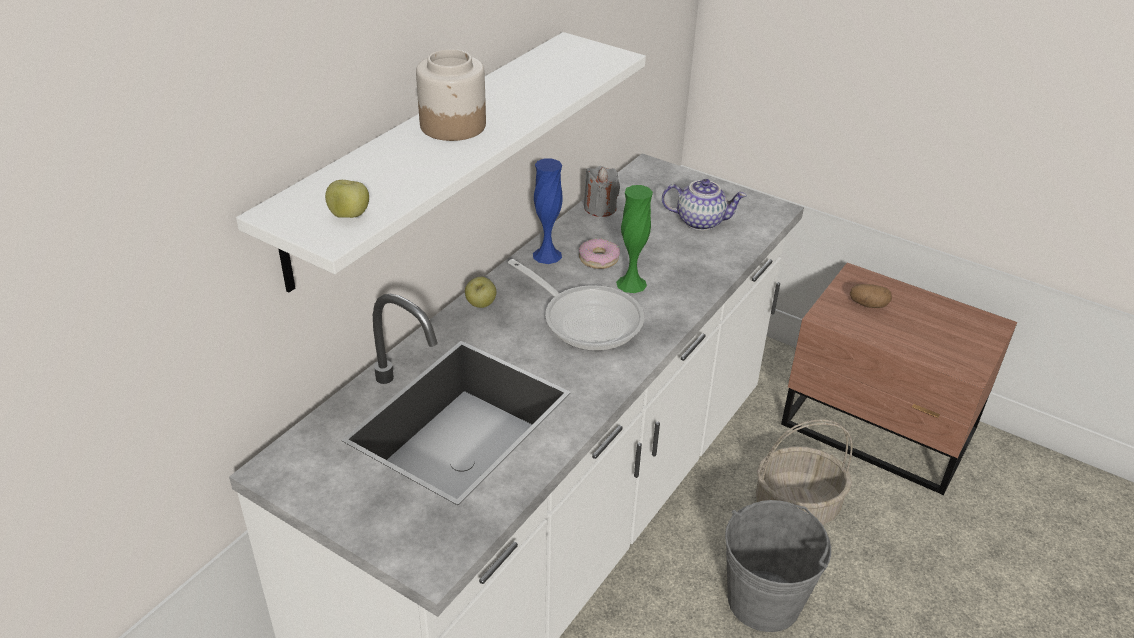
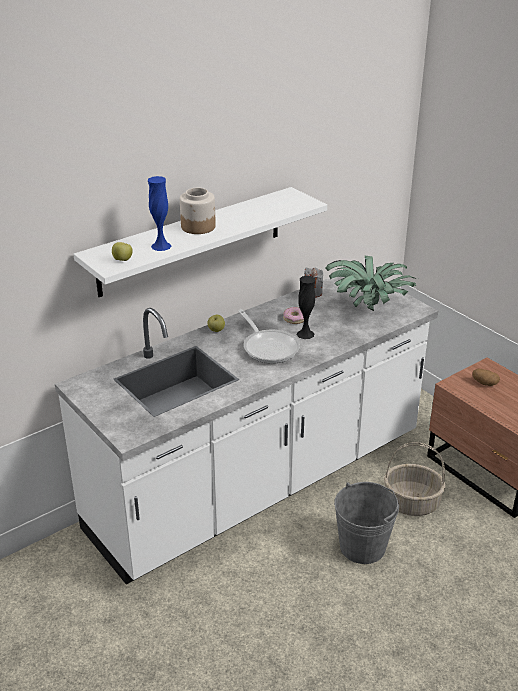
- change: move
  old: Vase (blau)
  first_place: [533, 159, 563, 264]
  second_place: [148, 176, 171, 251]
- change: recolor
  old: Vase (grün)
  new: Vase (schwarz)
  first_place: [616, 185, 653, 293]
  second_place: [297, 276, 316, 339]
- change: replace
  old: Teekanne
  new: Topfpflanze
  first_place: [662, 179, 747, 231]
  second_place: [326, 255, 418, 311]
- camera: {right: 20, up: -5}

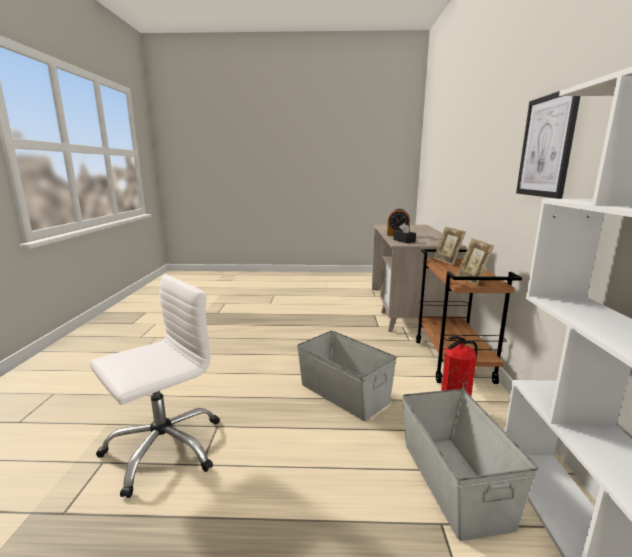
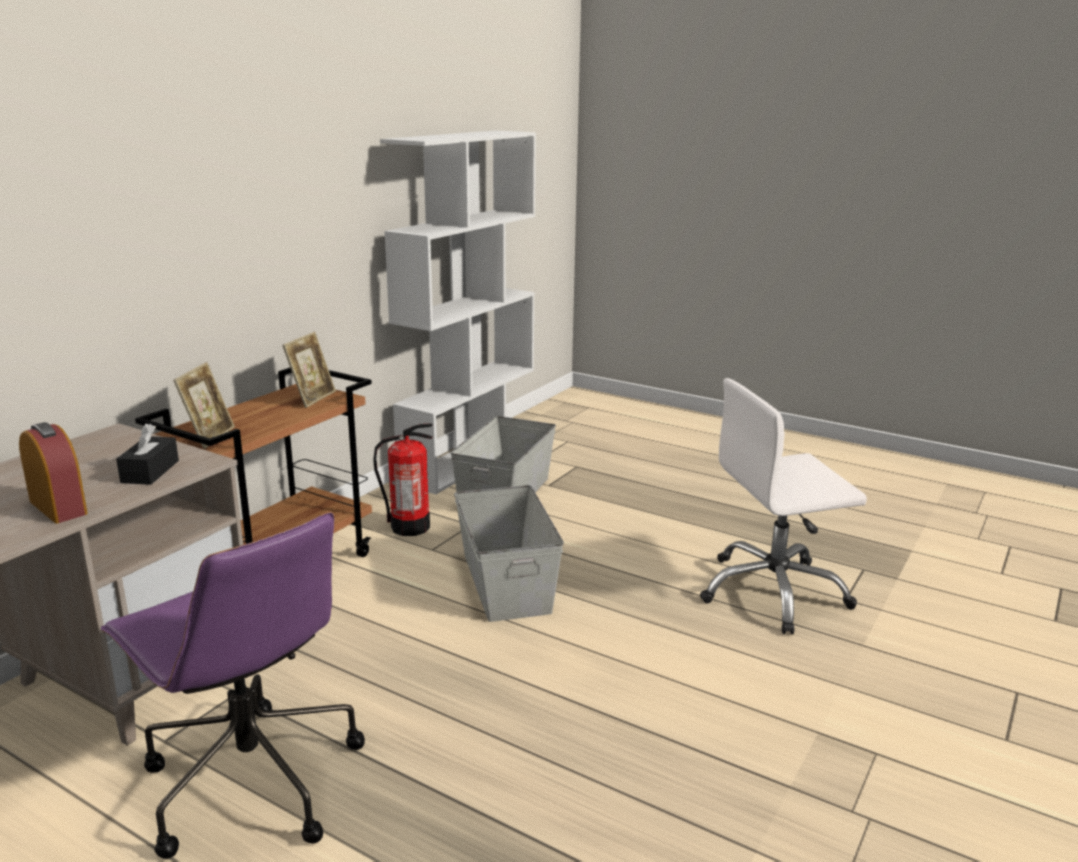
- change: delete
  old: Bild
  first_place: [516, 91, 580, 199]
- change: insert
  new: Bürostuhl (lila)
  second_place: [101, 512, 365, 859]
- camera: {right: -150, up: 5}

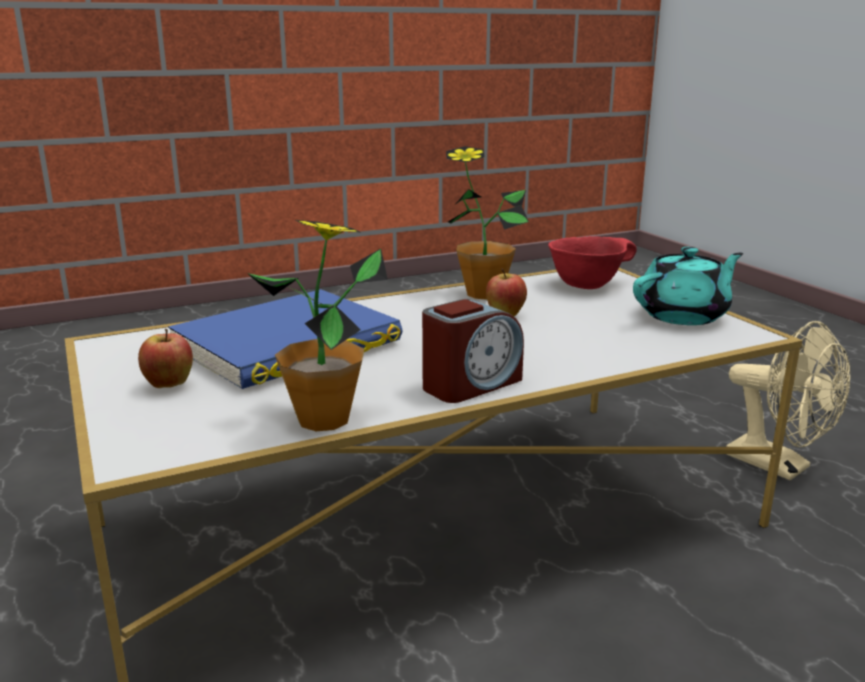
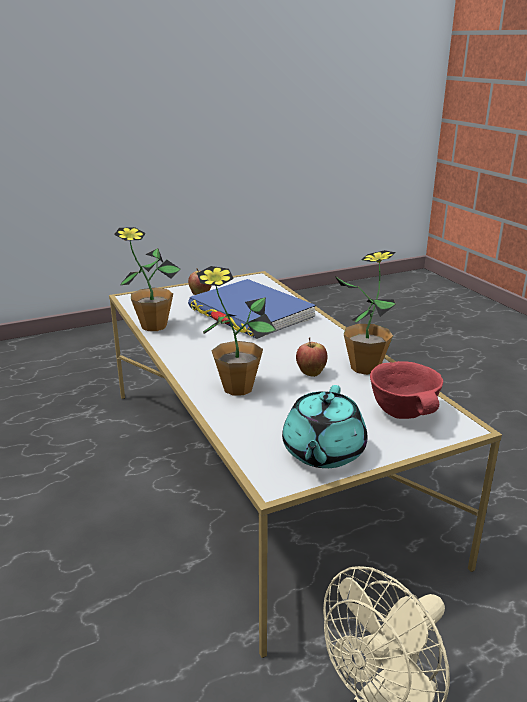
- change: delete
  old: Wecker
  first_place: [422, 299, 524, 403]
- change: rotate
  old: Teekanne (türkis)
  first_place: [633, 247, 743, 325]
  second_place: [282, 385, 367, 468]
  degrees: 45
- change: insert
  new: Topfpflanze
  second_place: [197, 266, 276, 396]
- camera: {right: 90, up: 5}

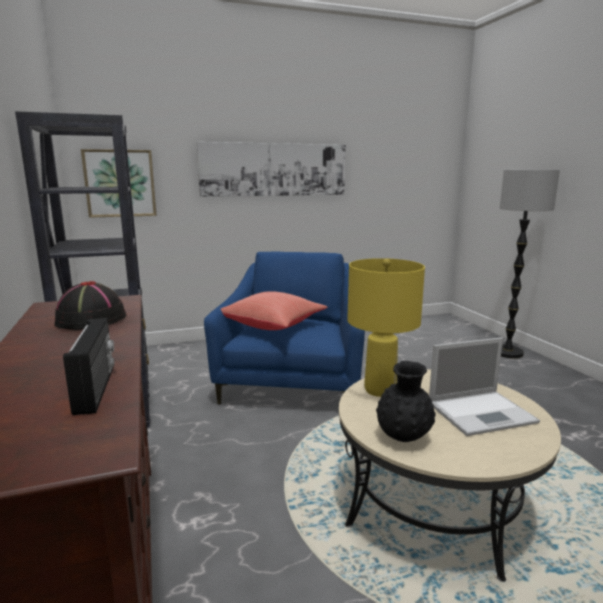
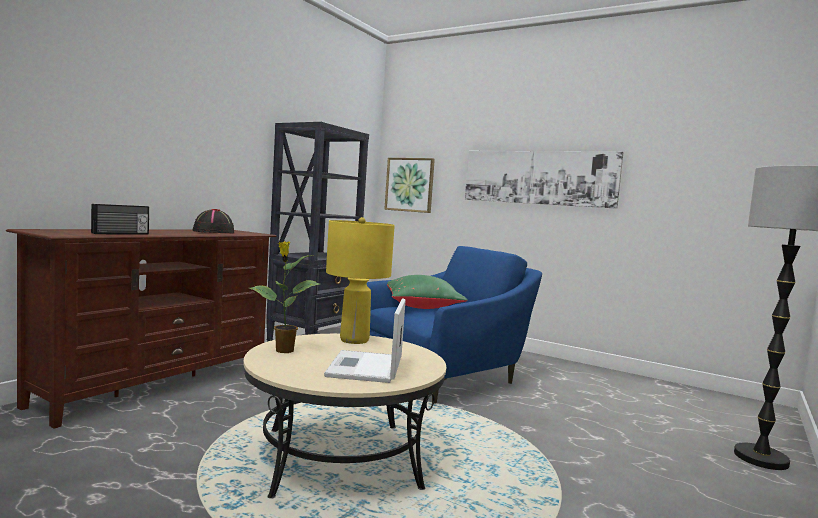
- change: recolor
  old: Kissen (rot)
  new: Kissen (grün)
  first_place: [221, 291, 327, 330]
  second_place: [387, 275, 468, 309]
- change: replace
  old: Vase (schwarz)
  new: Topfpflanze
  first_place: [376, 361, 436, 442]
  second_place: [249, 241, 320, 353]
- change: rotate
  old: Laptop
  first_place: [429, 338, 540, 436]
  second_place: [324, 298, 406, 383]
  degrees: 60
- camera: {right: 50, up: -10}

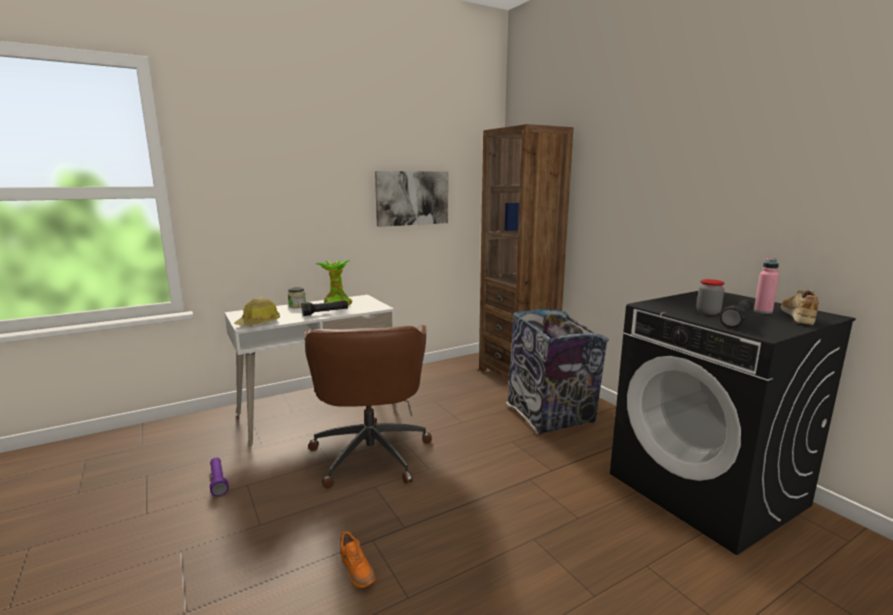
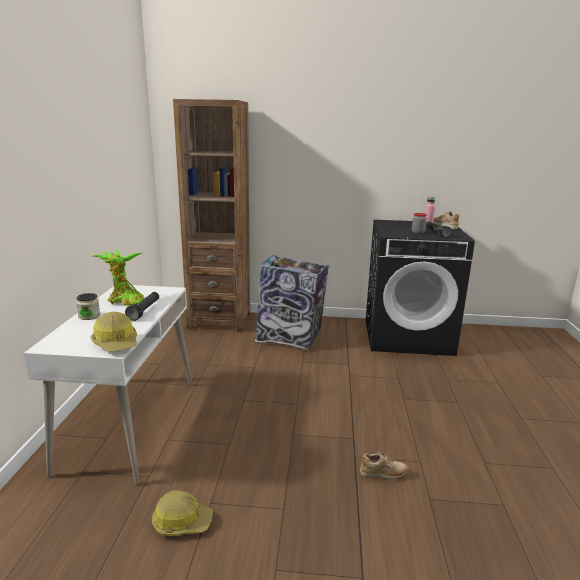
- change: replace
  old: Taschenlampe (lila)
  new: Schutzhelm
  first_place: [210, 458, 229, 497]
  second_place: [152, 490, 213, 536]
- change: delete
  old: Bürostuhl (braun)
  first_place: [304, 325, 432, 488]
- change: recolor
  old: Schuh (orange)
  new: Schuh (beige)
  first_place: [340, 531, 375, 588]
  second_place: [360, 452, 408, 479]
- change: delete
  old: Bild
  first_place: [375, 171, 448, 227]
- camera: {right: -55, up: 5}

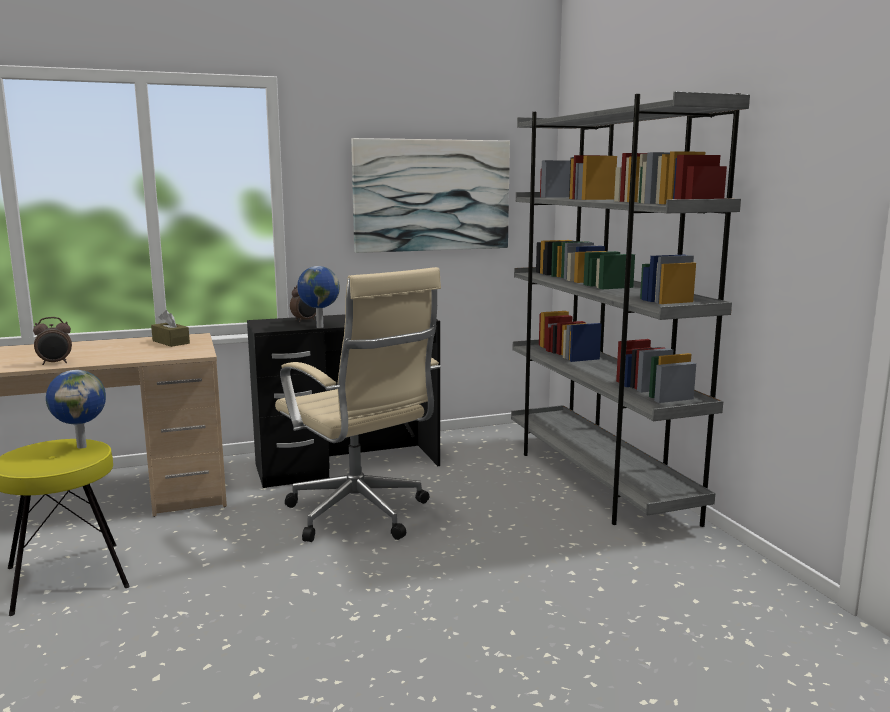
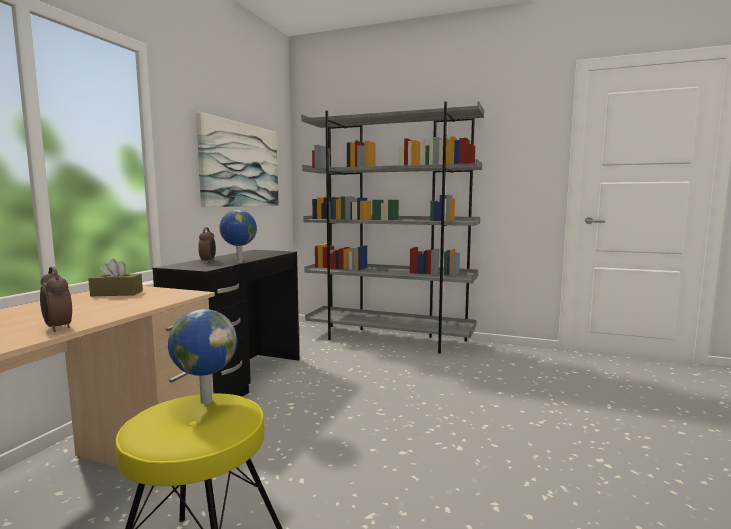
- change: rotate
  old: Wecker
  first_place: [33, 317, 72, 365]
  second_place: [40, 267, 72, 332]
  degrees: 120
- change: delete
  old: Bürostuhl (beige)
  first_place: [275, 267, 441, 542]
- camera: {right: -50, up: -5}

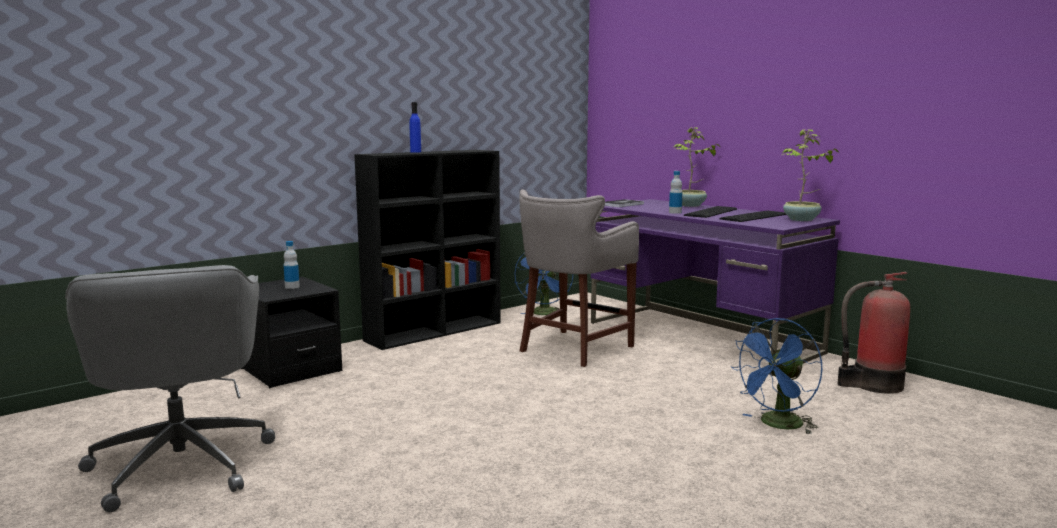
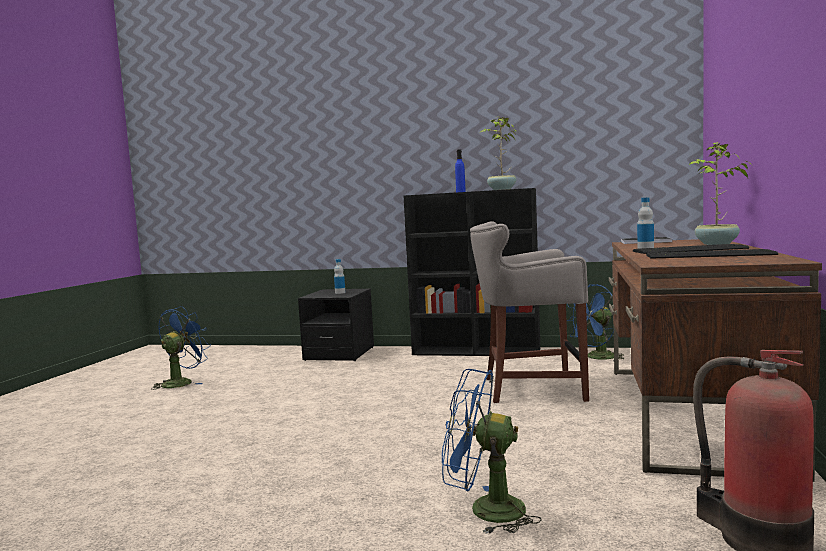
- change: replace
  old: Bürostuhl (grau)
  new: Ventilator (blau)
  first_place: [65, 265, 275, 512]
  second_place: [151, 306, 211, 390]
- change: recolor
  old: Schreibtisch (lila)
  new: Schreibtisch (braun)
  first_place: [591, 199, 840, 376]
  second_place: [609, 239, 822, 482]
- change: move
  old: Topfpflanze
  first_place: [782, 129, 839, 221]
  second_place: [481, 116, 516, 190]
- camera: {right: 55, up: -5}

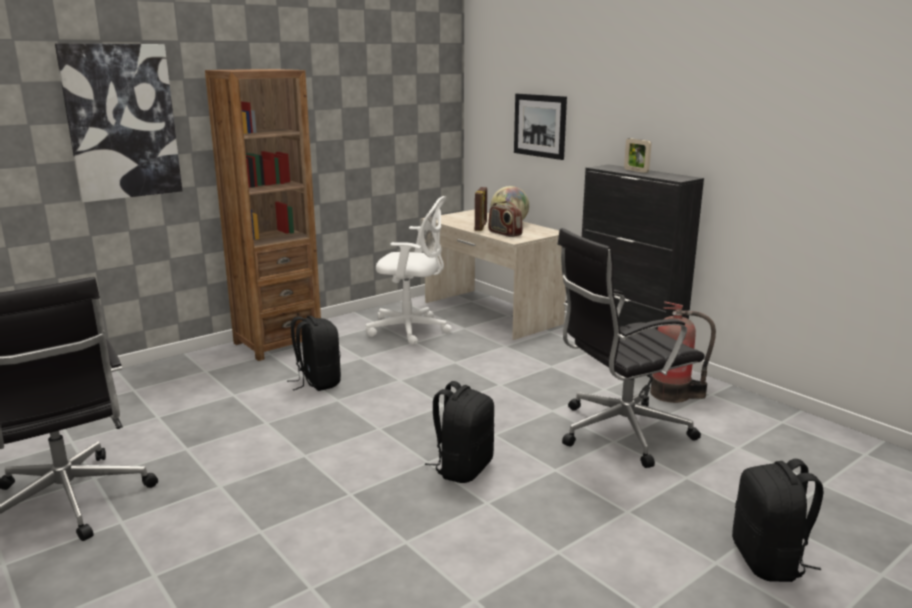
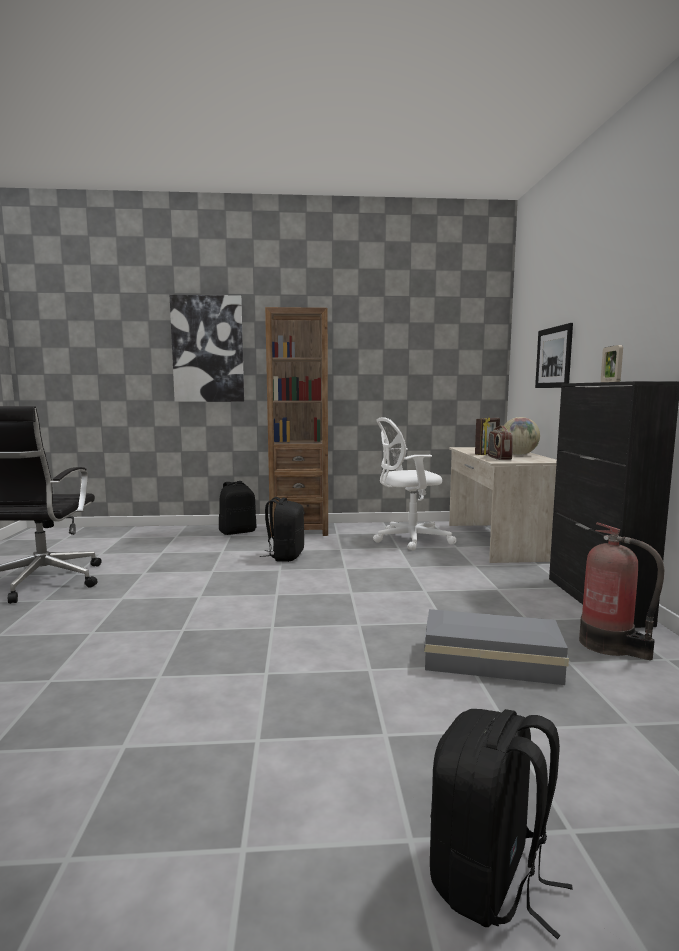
- change: rotate
  old: Bürostuhl (weiß)
  first_place: [365, 196, 452, 345]
  second_place: [373, 417, 456, 551]
  degrees: 120
- change: move
  old: Rucksack (schwarz)
  first_place: [425, 381, 494, 483]
  second_place: [219, 481, 257, 535]
- change: replace
  old: Bürostuhl (schwarz)
  new: Aufbewahrungsbox (grau)
  first_place: [558, 228, 705, 468]
  second_place: [424, 609, 569, 685]
- camera: {right: 35, up: -10}

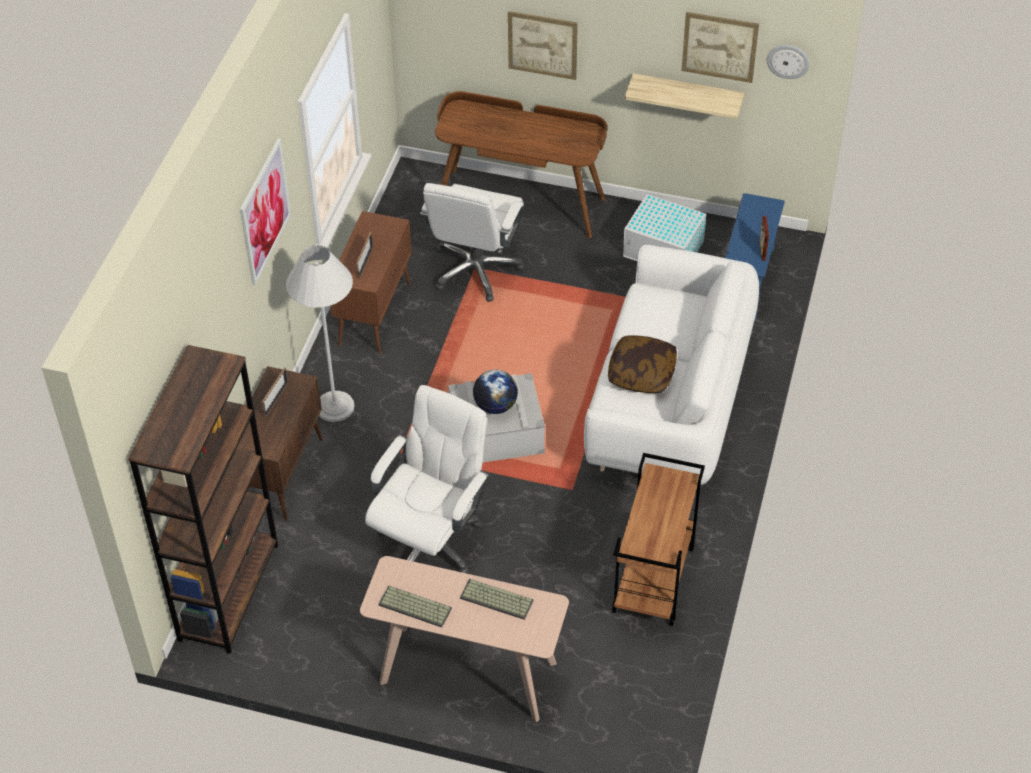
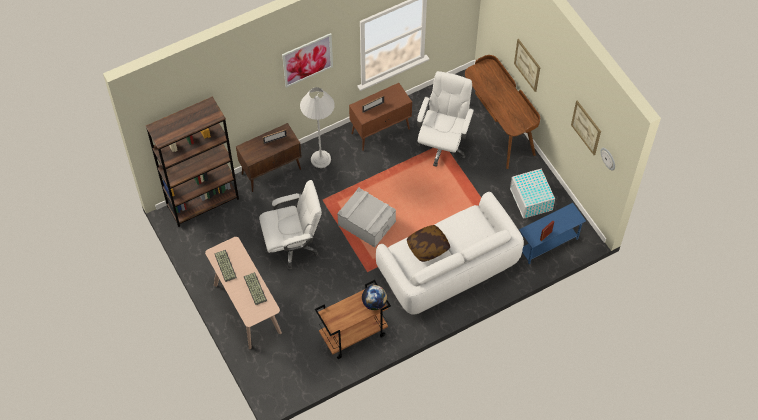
- change: rotate
  old: Bürostuhl (weiß)
  first_place: [420, 183, 524, 302]
  second_place: [416, 71, 474, 166]
  degrees: 135
- change: move
  old: Globus
  first_place: [473, 369, 518, 414]
  second_place: [362, 285, 387, 310]
- change: delete
  old: Wandregal
  first_place: [625, 73, 744, 119]
- camera: {right: 45, up: 10}

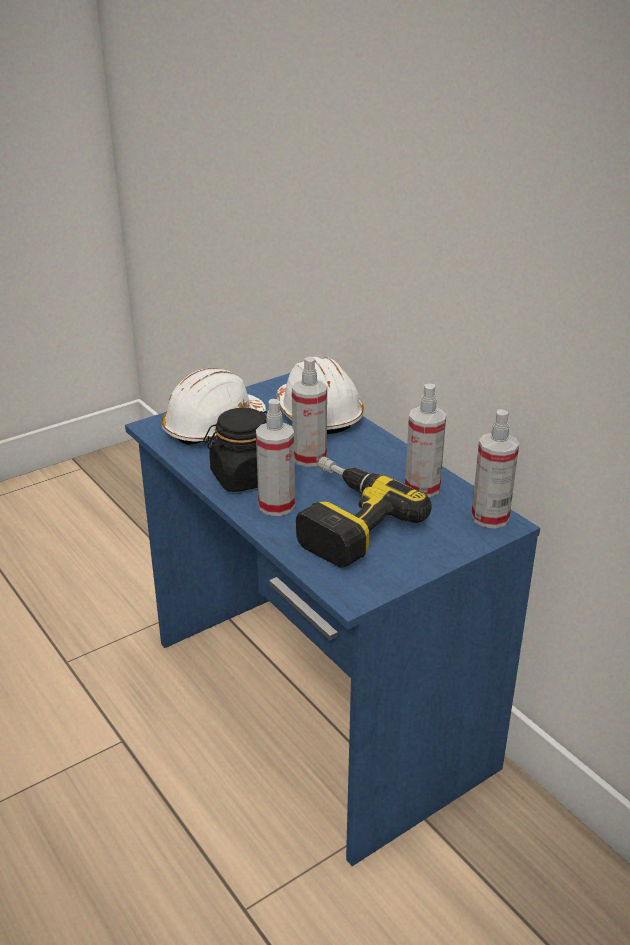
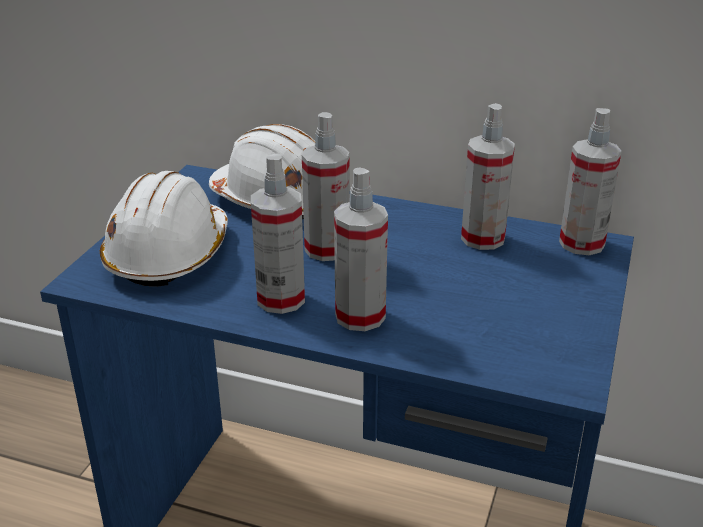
- change: replace
  old: Vorratsglas (schwarz)
  new: Sprühflasche
  first_place: [203, 408, 268, 492]
  second_place: [251, 153, 305, 314]
- change: delete
  old: Bohrmaschine
  first_place: [296, 456, 432, 568]
- camera: {right: -35, up: 0}

